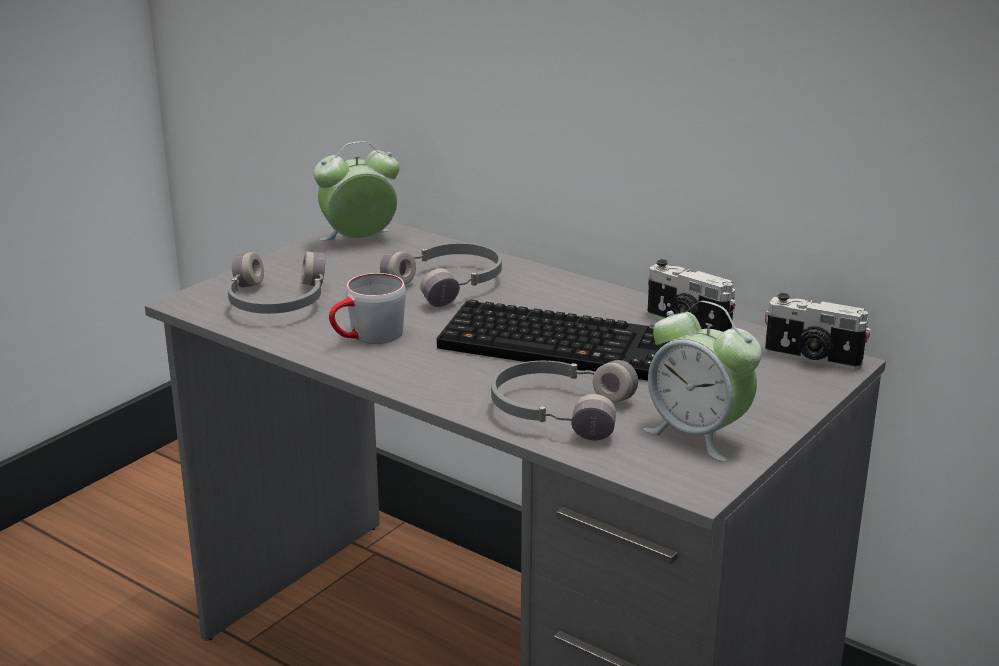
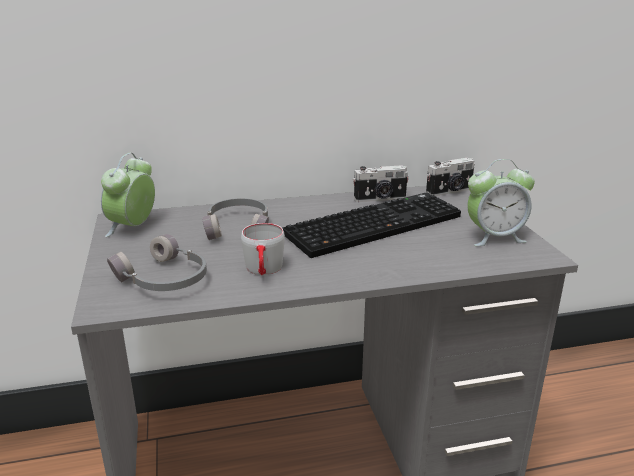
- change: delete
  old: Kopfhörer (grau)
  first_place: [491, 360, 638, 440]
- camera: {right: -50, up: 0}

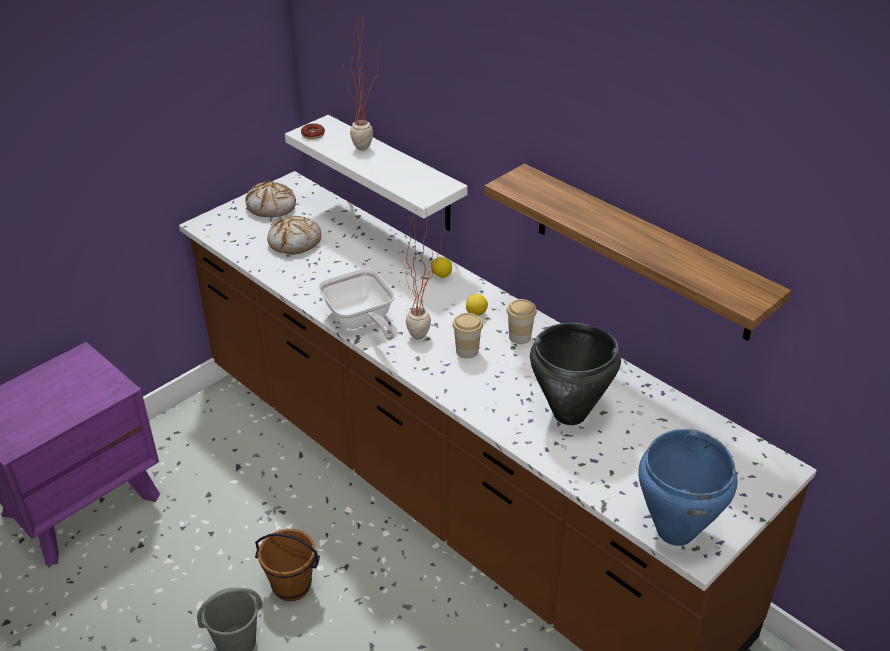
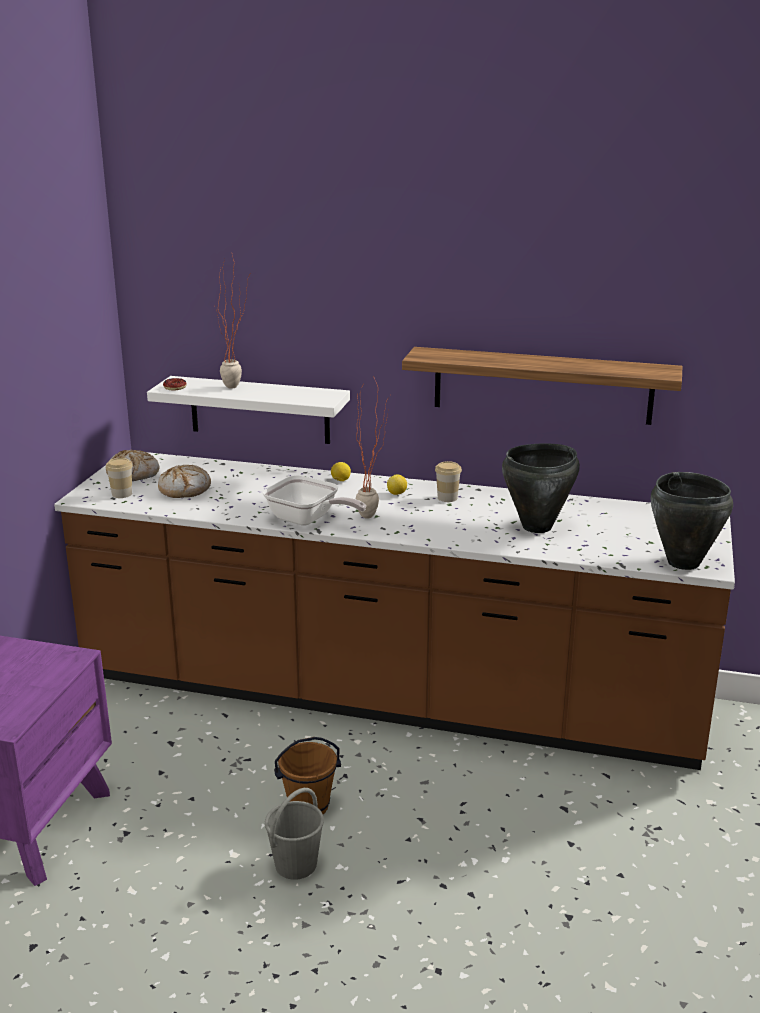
- change: move
  old: Tasse
  first_place: [453, 313, 483, 359]
  second_place: [106, 458, 133, 498]
- change: recolor
  old: Kochtopf (blau)
  new: Kochtopf (schwarz)
  first_place: [638, 429, 737, 546]
  second_place: [651, 472, 733, 570]
- camera: {right: -30, up: -15}

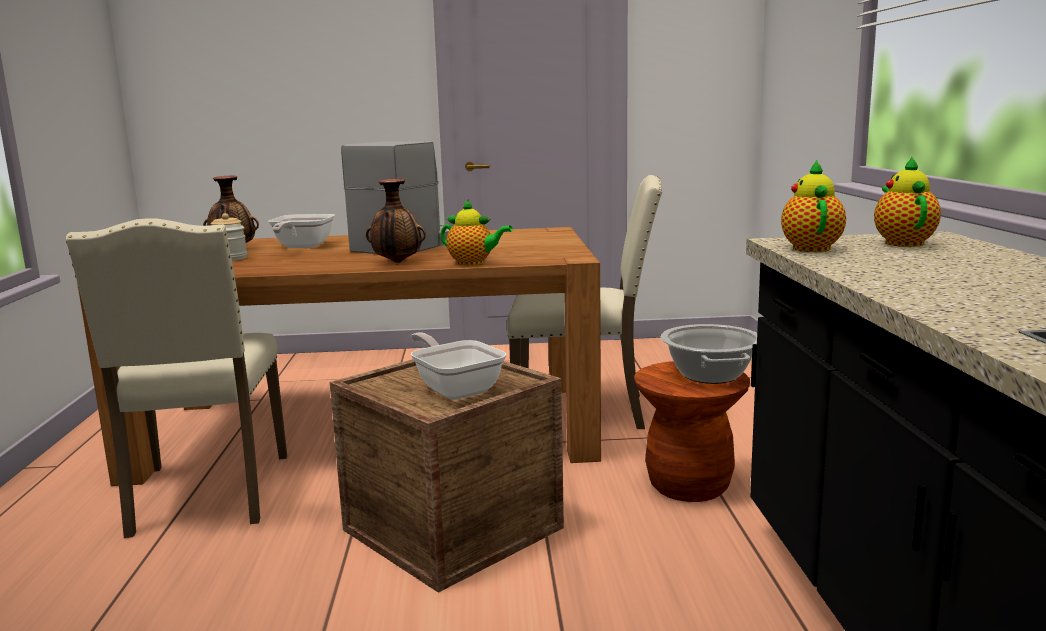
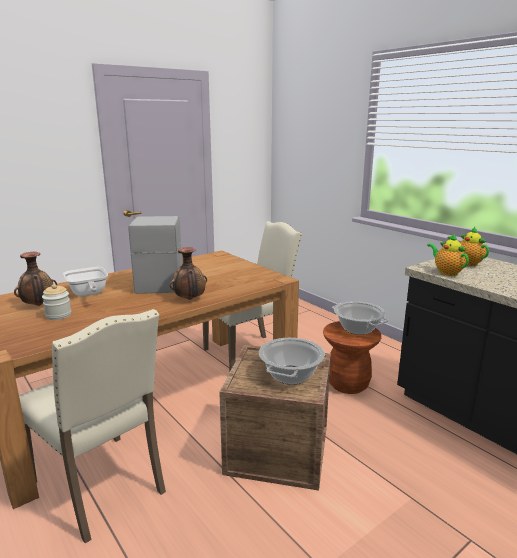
- change: replace
  old: Pfanne
  new: Kochtopf
  first_place: [411, 332, 506, 400]
  second_place: [259, 338, 325, 385]
- change: delete
  old: Teekanne
  first_place: [441, 199, 513, 265]
- camera: {right: -35, up: 5}

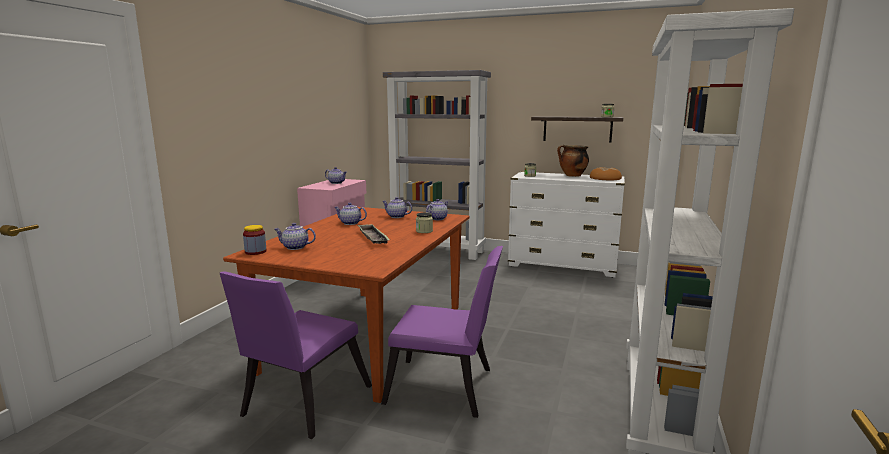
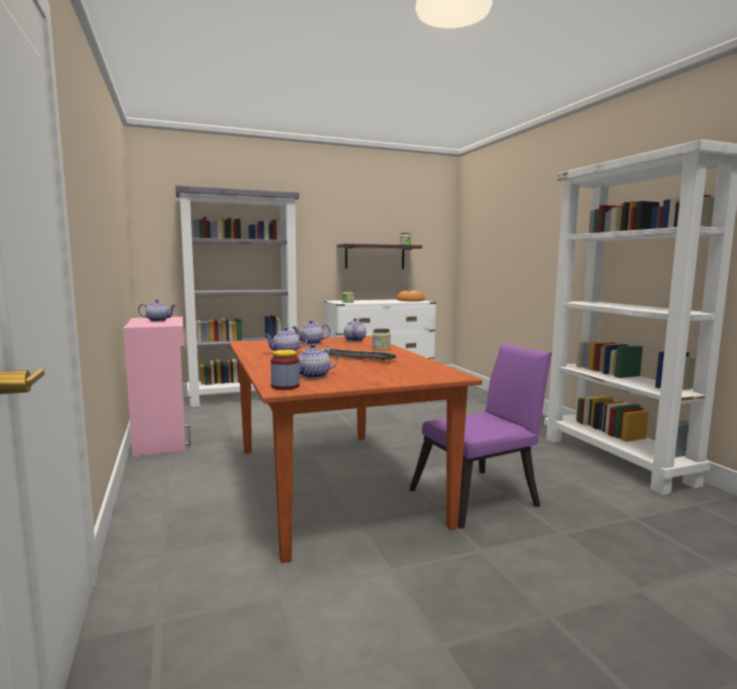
- change: delete
  old: Stuhl (lila)
  first_place: [220, 271, 372, 439]
- change: delete
  old: Kochtopf
  first_place: [557, 145, 589, 177]
- camera: {right: -40, up: -5}

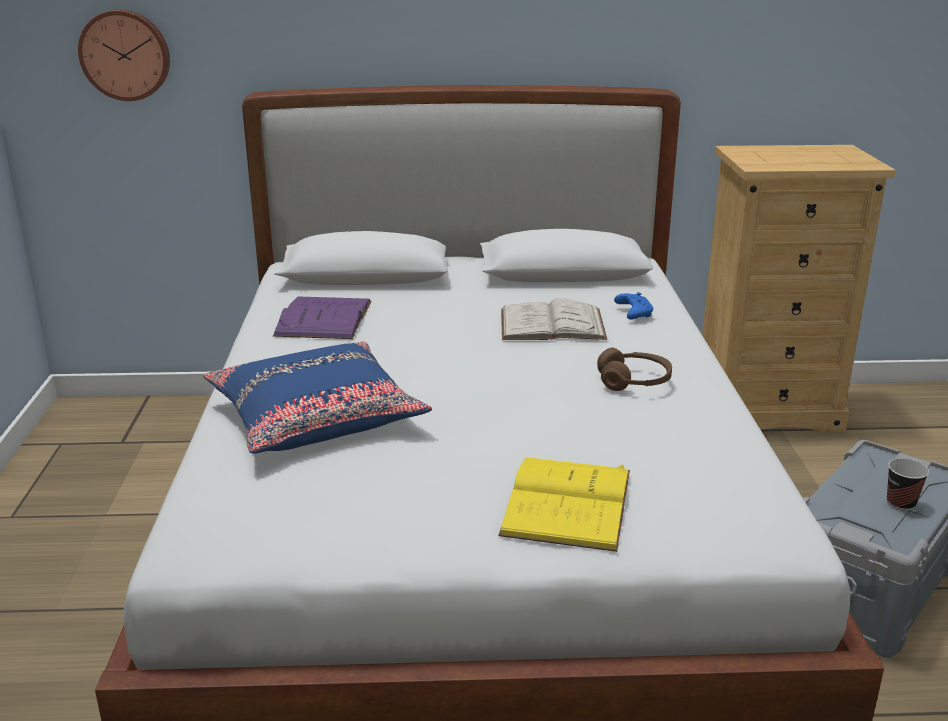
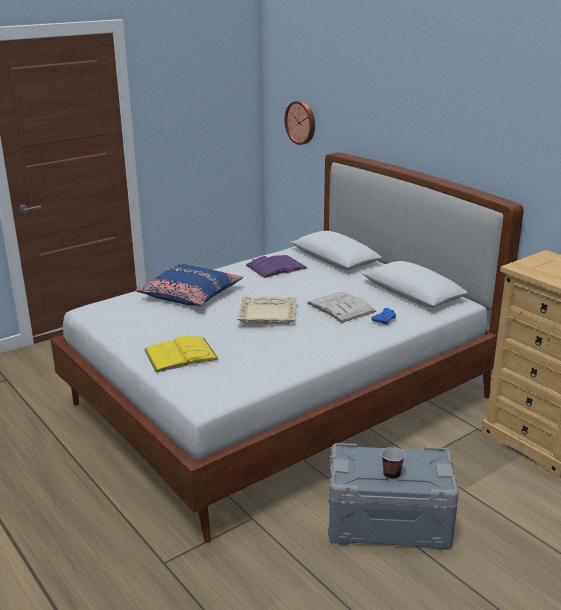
- change: delete
  old: Kopfhörer (braun)
  first_place: [597, 348, 672, 391]
- change: insert
  new: Tablett (beige)
  second_place: [237, 296, 297, 324]
- camera: {right: 55, up: 0}

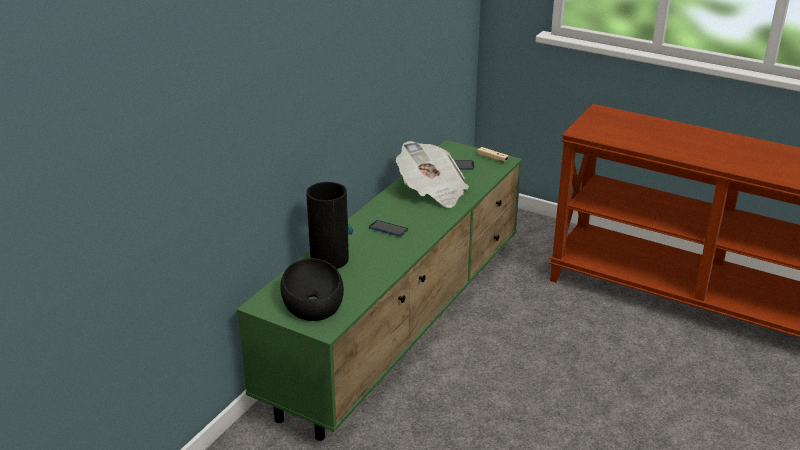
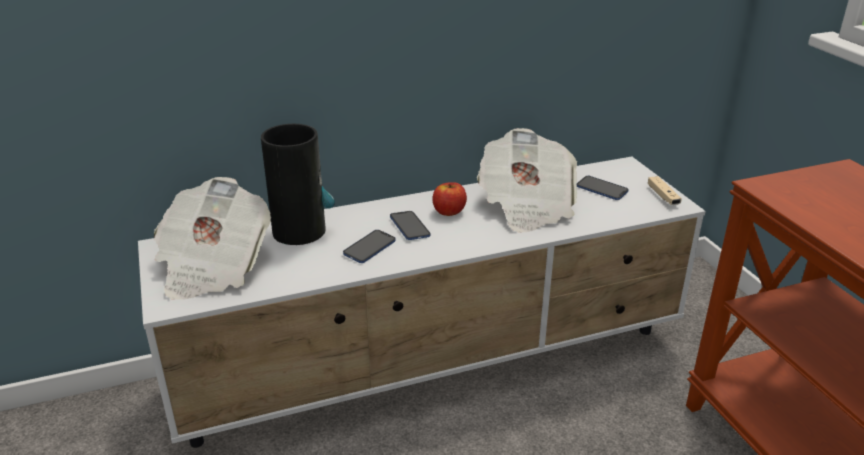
- change: recolor
  old: Fernsehschrank (grün)
  new: Fernsehschrank (weiß)
  first_place: [237, 140, 522, 441]
  second_place: [138, 157, 706, 448]
- change: replace
  old: Schüssel (schwarz)
  new: Zeitung
  first_place: [281, 258, 344, 321]
  second_place: [153, 177, 271, 300]
- change: insert
  new: Handy
  second_place: [343, 230, 396, 263]
- change: insert
  new: Apfel
  second_place: [433, 182, 467, 216]
- camera: {right: 40, up: 0}

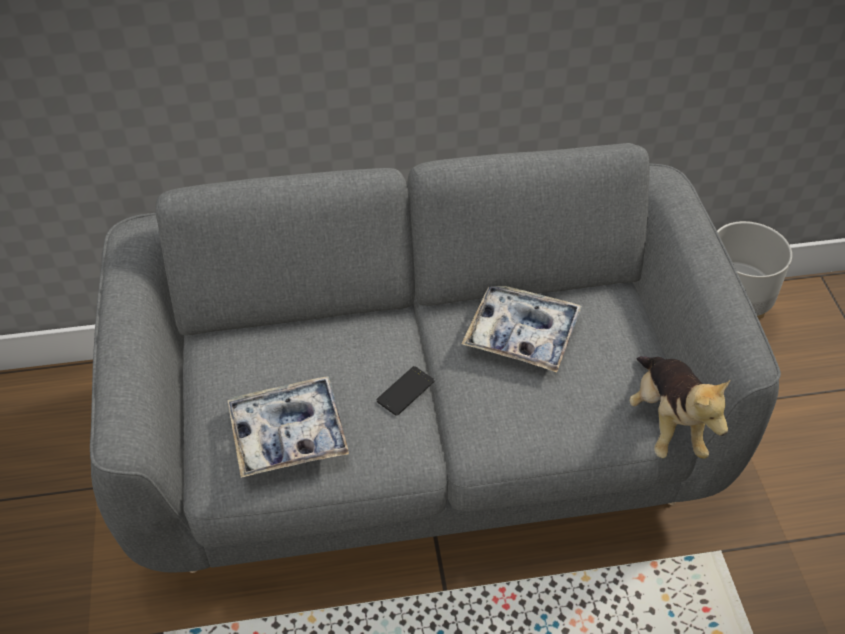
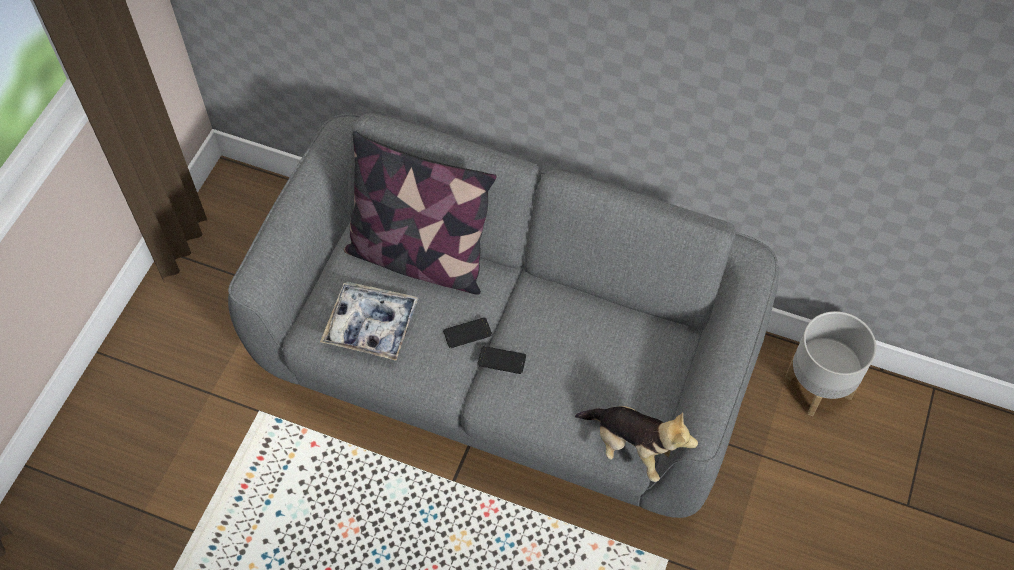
- change: delete
  old: Tablett
  first_place: [461, 286, 582, 372]
- change: rotate
  old: Plüschtier
  first_place: [629, 356, 731, 459]
  second_place: [575, 406, 698, 482]
  degrees: -75
- change: insert
  new: Kissen
  second_place: [344, 131, 496, 295]
- change: insert
  new: Handy
  second_place: [477, 346, 526, 374]
- camera: {right: 30, up: 10}

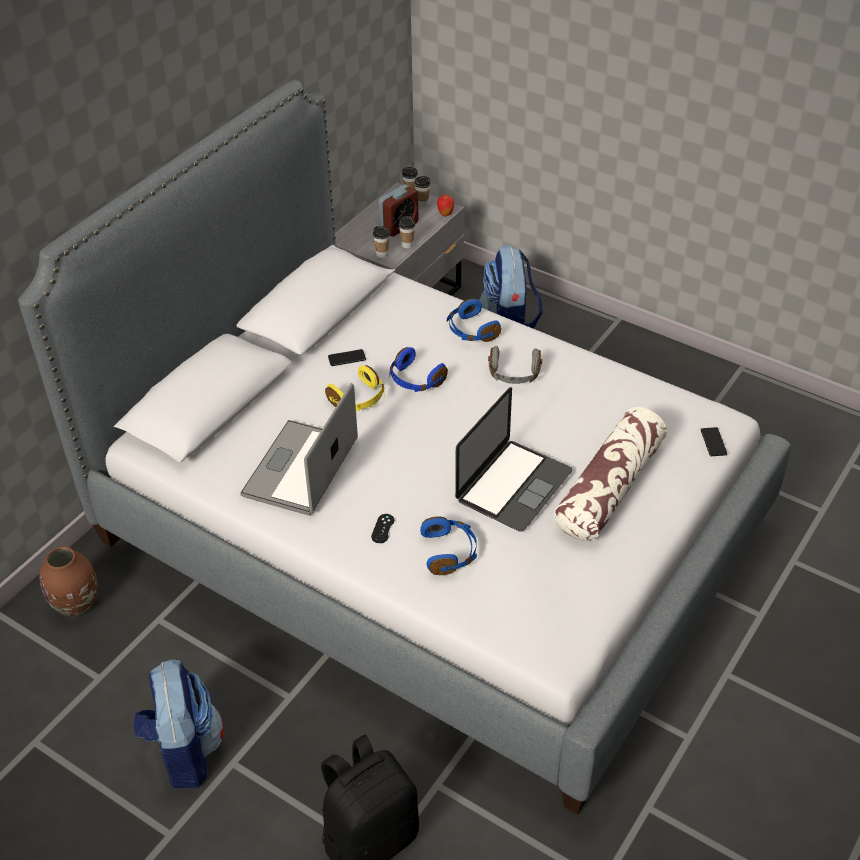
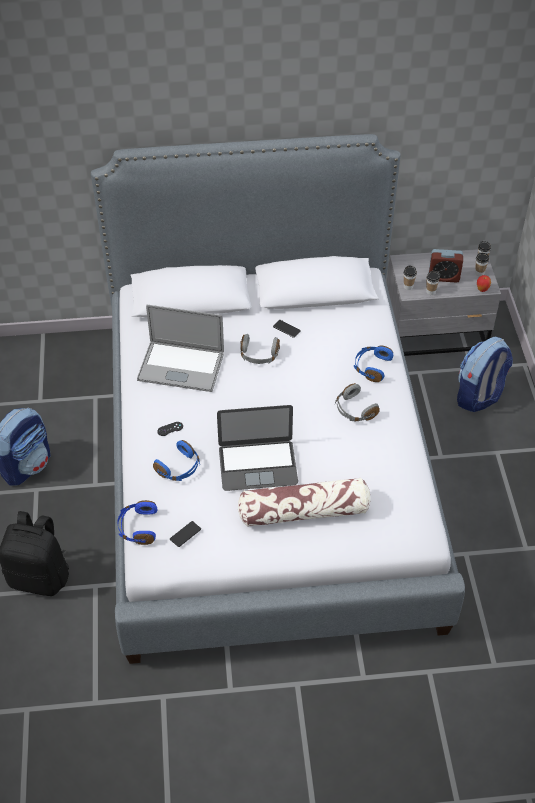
- change: delete
  old: Vase (braun)
  first_place: [39, 546, 98, 617]
- change: rotate
  old: Laptop
  first_place: [240, 383, 358, 516]
  second_place: [137, 305, 224, 392]
  degrees: -150
- change: recolor
  old: Kopfhörer (gelb)
  new: Kopfhörer (grau)
  first_place: [325, 365, 384, 411]
  second_place: [240, 334, 280, 364]
- change: move
  old: Kopfhörer (blau)
  first_place: [389, 347, 448, 392]
  second_place: [117, 500, 158, 545]
- change: move
  old: Handy
  first_place: [701, 427, 727, 456]
  second_place: [170, 521, 201, 547]
- camera: {right: 50, up: 5}

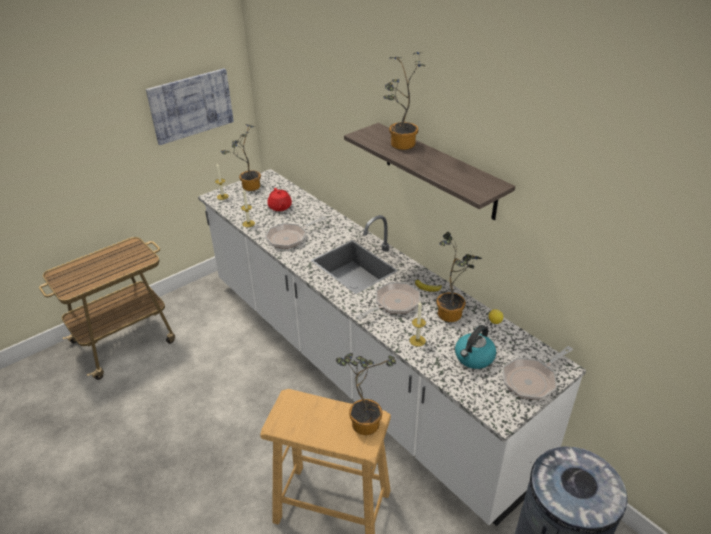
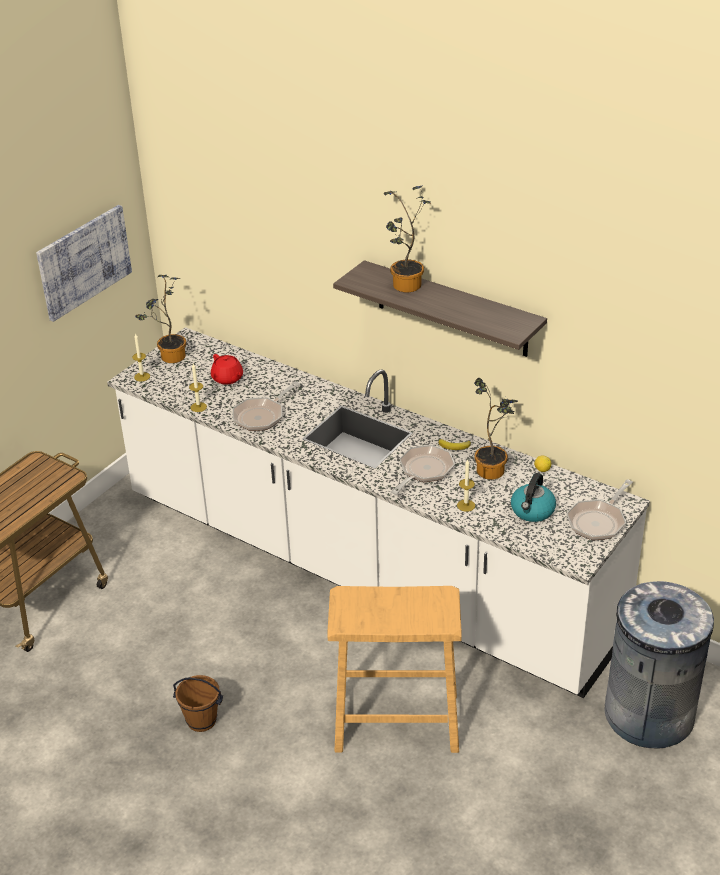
- change: delete
  old: Topfpflanze
  first_place: [336, 353, 396, 435]
- change: insert
  new: Eimer (braun)
  second_place: [173, 675, 223, 732]
- camera: {right: -15, up: 0}

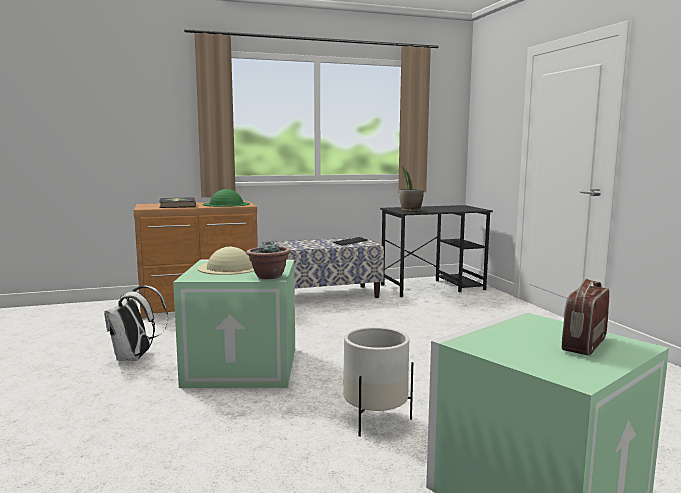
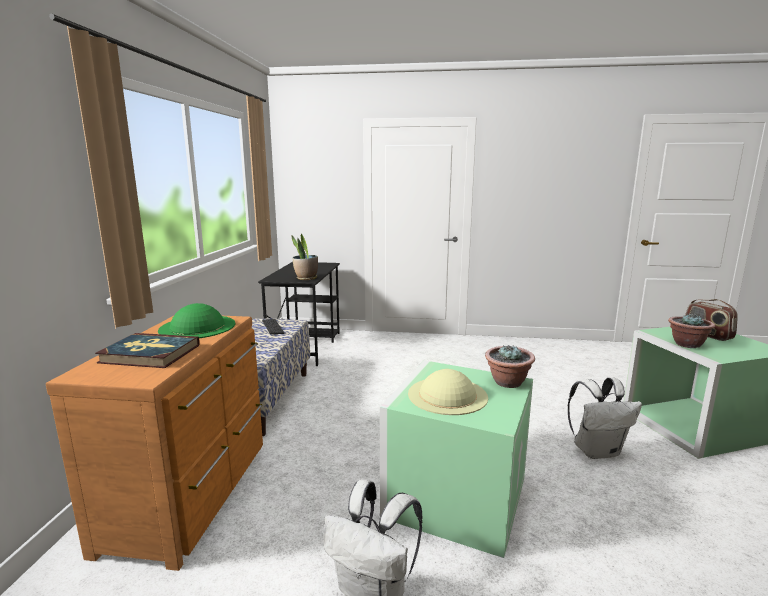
- change: replace
  old: Pflanzkübel (weiß)
  new: Rucksack (weiß)
  first_place: [343, 327, 413, 437]
  second_place: [568, 378, 642, 459]
- change: insert
  new: Topfpflanze
  second_place: [668, 313, 715, 348]
- camera: {right: -65, up: 5}

